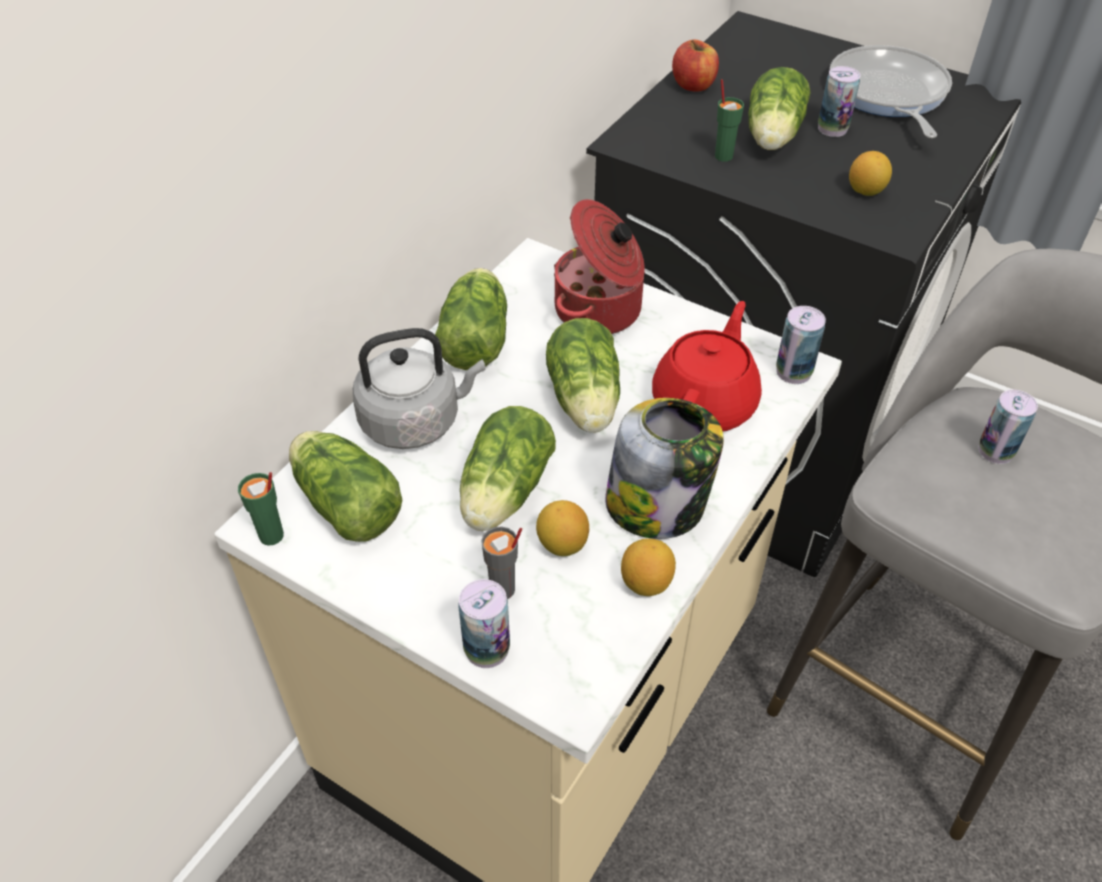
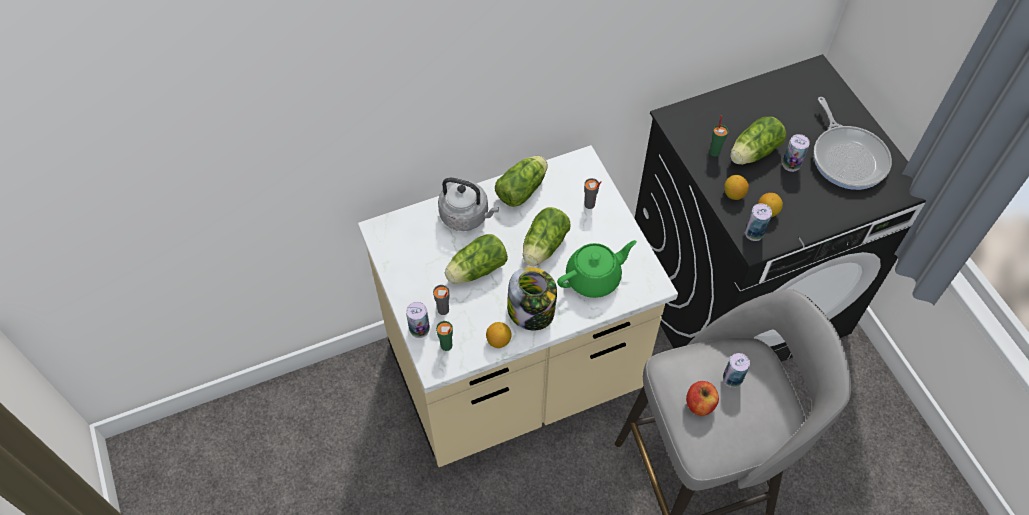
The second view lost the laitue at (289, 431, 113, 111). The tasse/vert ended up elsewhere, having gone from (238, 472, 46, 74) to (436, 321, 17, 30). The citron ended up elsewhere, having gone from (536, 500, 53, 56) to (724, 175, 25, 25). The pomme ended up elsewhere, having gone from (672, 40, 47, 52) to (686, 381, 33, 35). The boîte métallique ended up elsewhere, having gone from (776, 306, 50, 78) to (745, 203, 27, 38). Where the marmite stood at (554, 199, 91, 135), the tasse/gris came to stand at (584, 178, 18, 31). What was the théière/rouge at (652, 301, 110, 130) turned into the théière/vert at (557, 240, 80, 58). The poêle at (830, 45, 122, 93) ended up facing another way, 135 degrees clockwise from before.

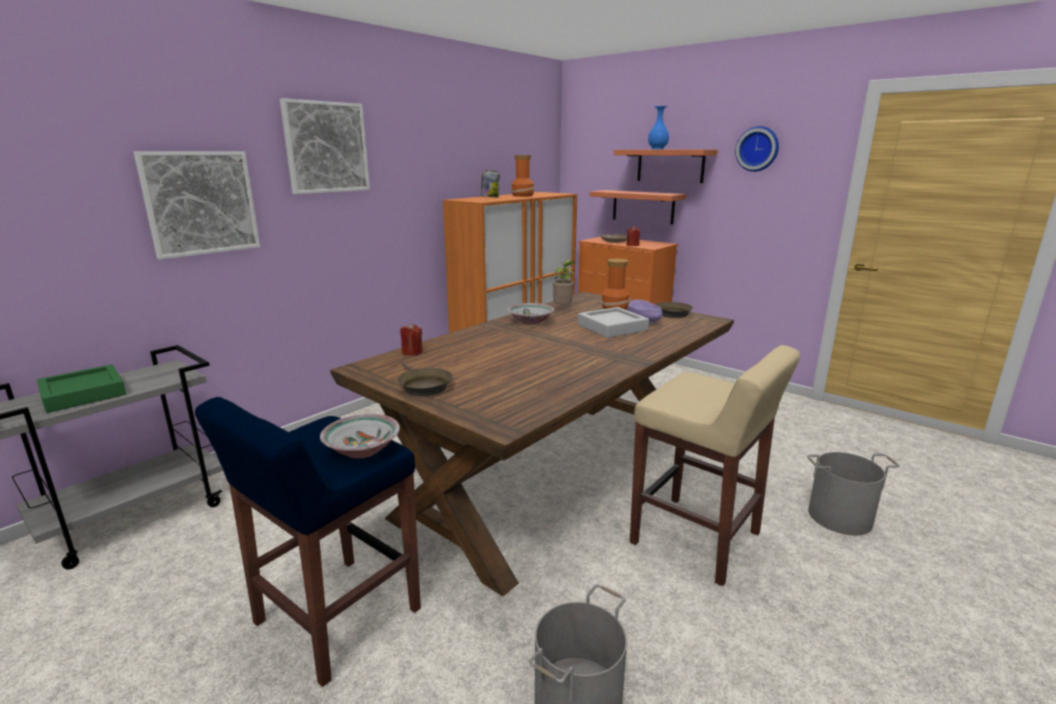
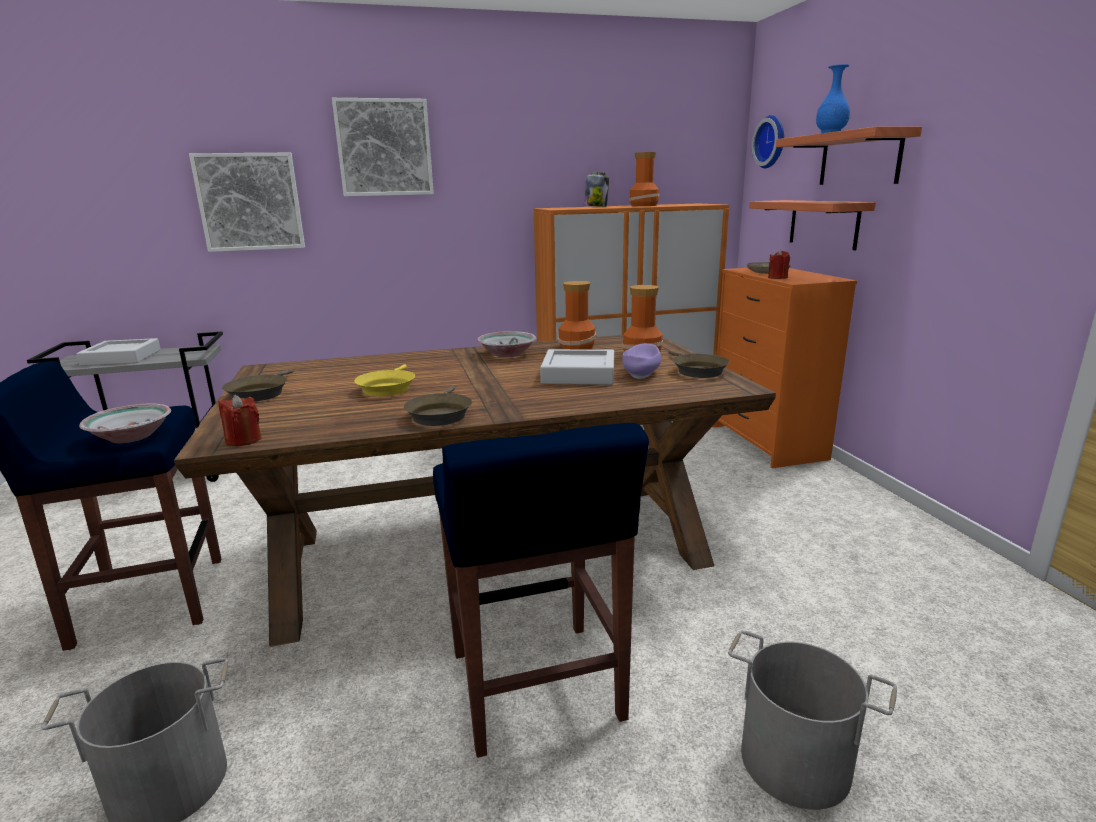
The second view gained the poêle/jaune at (354, 365, 61, 32). The second view gained the poêle/marron at (404, 386, 68, 40). The bougie/rouge ended up elsewhere, having gone from (400, 323, 23, 33) to (218, 395, 43, 51). The horloge murale ended up elsewhere, having gone from (735, 126, 44, 46) to (752, 115, 32, 53). Where the plante en pot stood at (553, 260, 22, 46), the vase came to stand at (558, 281, 38, 68). What was the plateau/vert at (37, 365, 89, 48) turned into the plateau/gris at (77, 338, 84, 28). What was the tabouret/beige at (630, 345, 170, 241) turned into the tabouret/bleu at (433, 423, 216, 335).

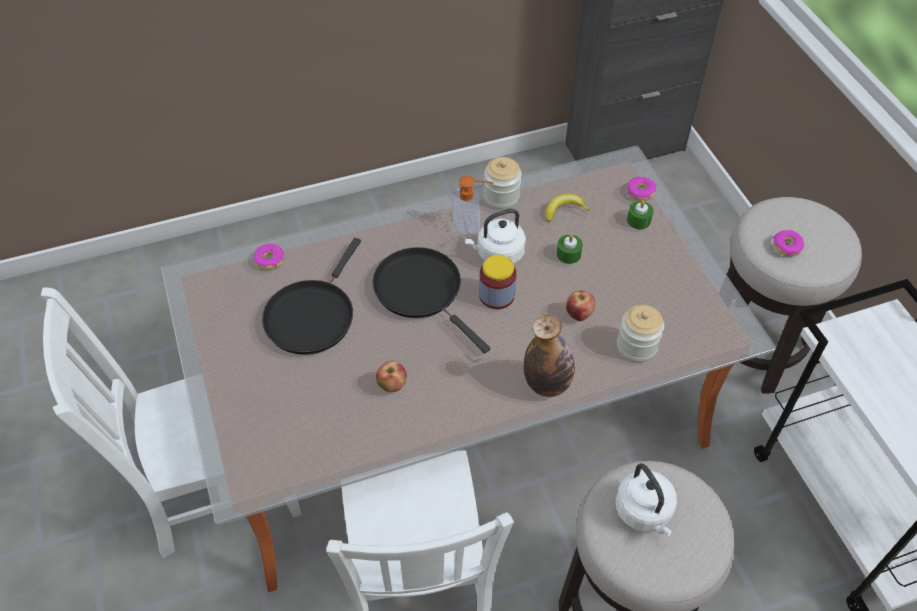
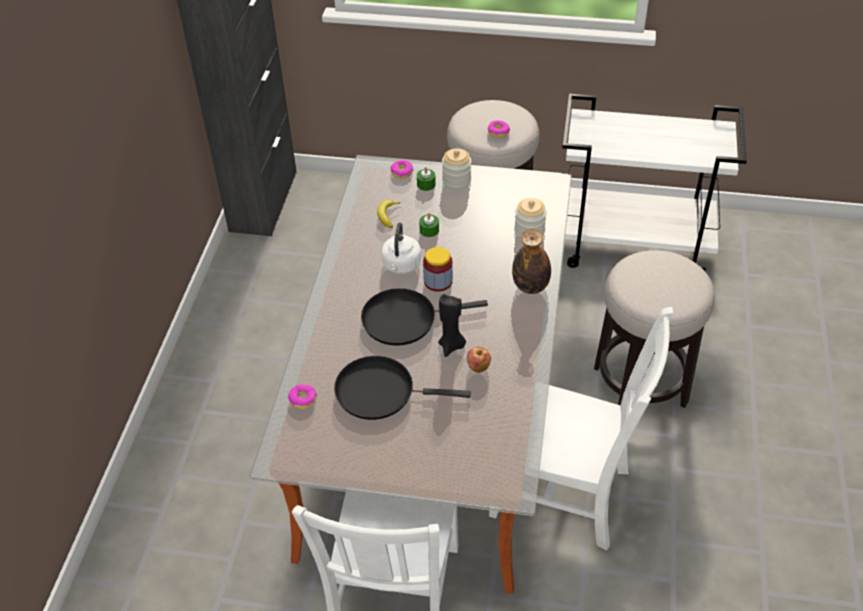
The second view lost the distributeur de savon at (452, 176, 42, 57). The second view lost the pomme at (566, 290, 29, 31). The second view lost the bouilloire/blanc at (616, 463, 61, 73). The second view gained the bougie/noir at (438, 294, 28, 63). The bocal ended up elsewhere, having gone from (483, 157, 39, 52) to (442, 148, 30, 42). The poêle/noir at (262, 238, 99, 117) ended up facing another way, 135 degrees clockwise from before.

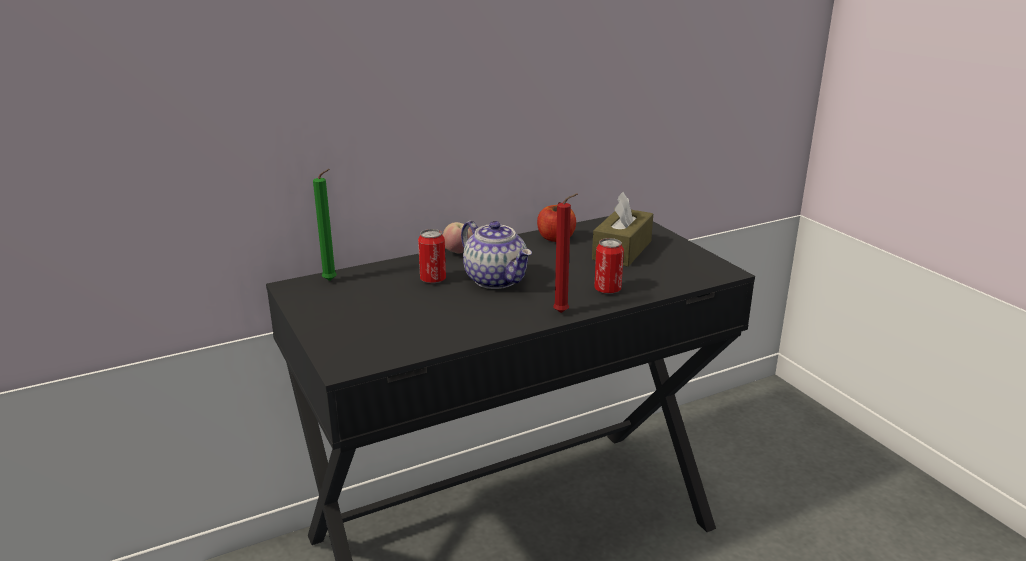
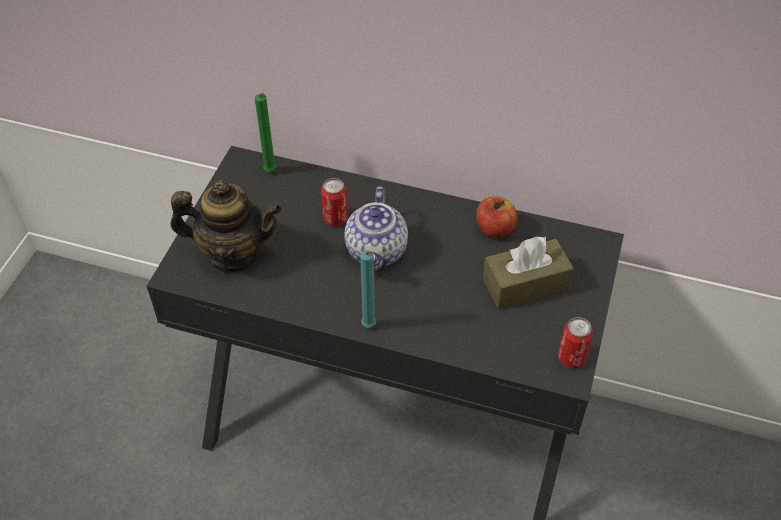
The second view lost the pomme at (443, 222, 30, 31). The second view gained the théière at (171, 180, 111, 92). The boîte métallique ended up elsewhere, having gone from (594, 238, 30, 56) to (558, 317, 35, 51). What was the bougie/rouge at (553, 193, 25, 120) turned into the bougie/turquoise at (360, 250, 16, 78).

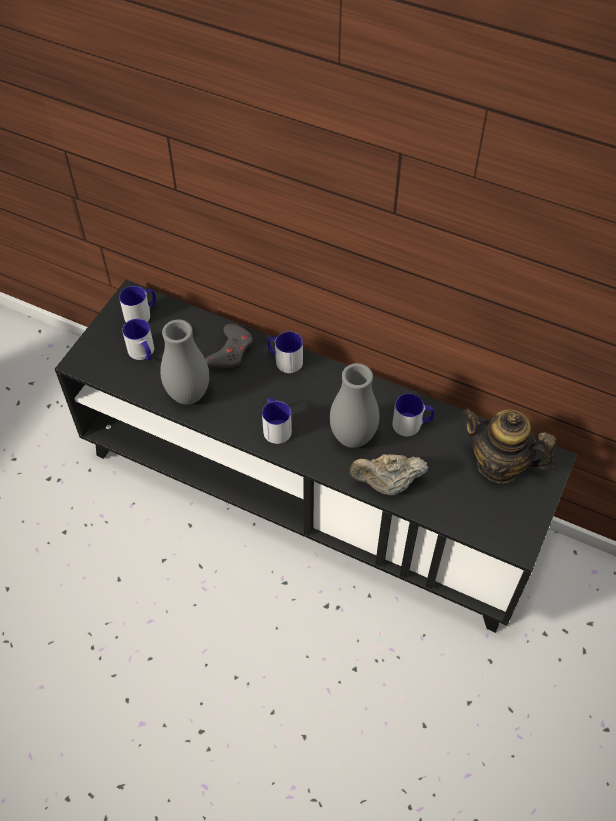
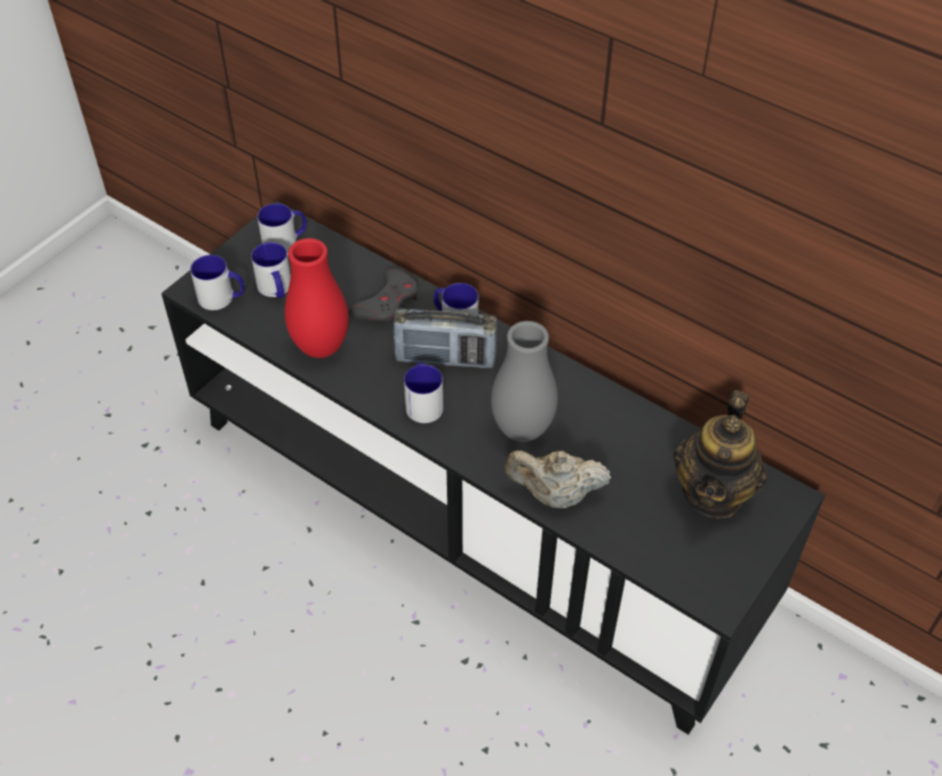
The second view gained the radio at (393, 309, 104, 59). The mug ended up elsewhere, having gone from (392, 394, 42, 42) to (190, 255, 55, 55). What was the vase/gris at (160, 320, 49, 84) turned into the vase/rouge at (285, 238, 64, 120). The théière at (463, 408, 93, 75) ended up facing another way, 105 degrees counterclockwise from before.

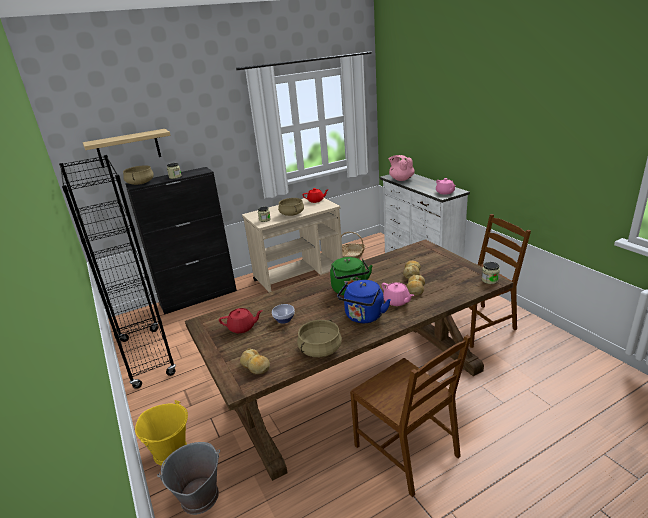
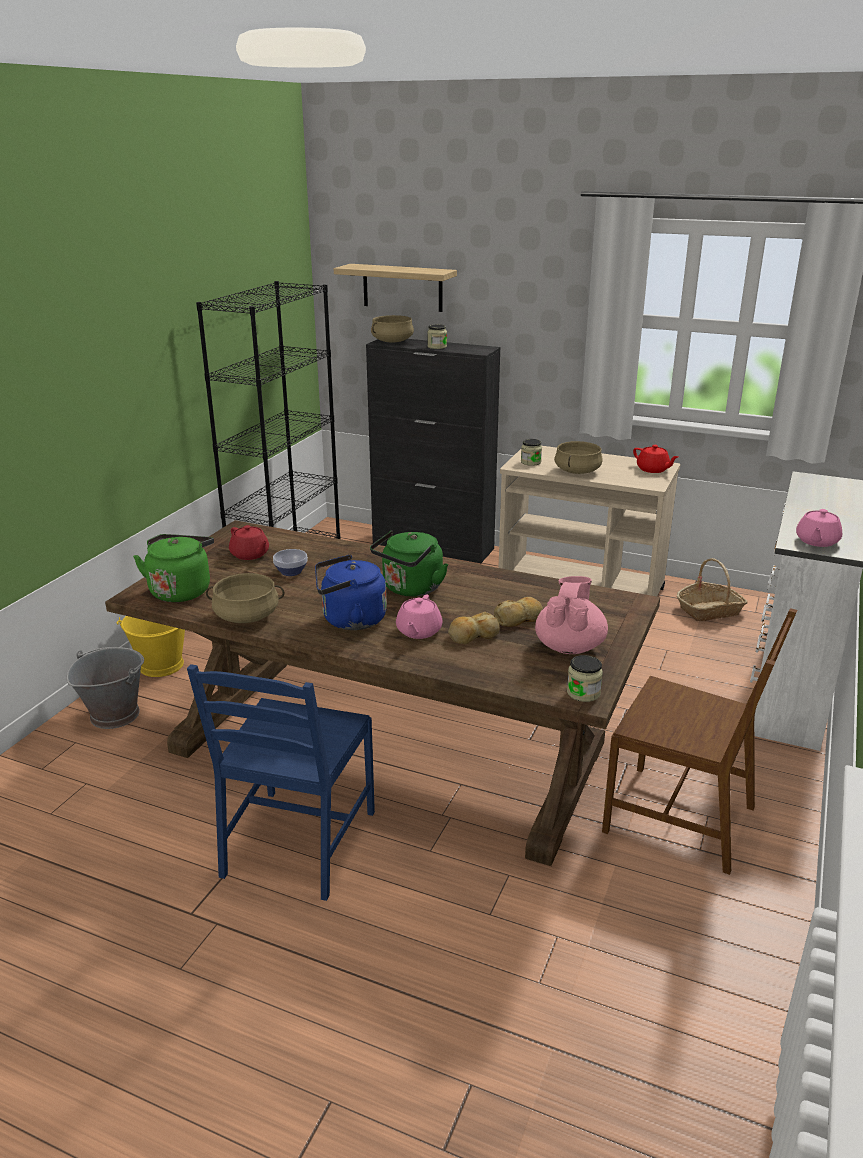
The théière/rose ended up elsewhere, having gone from (388, 155, 26, 26) to (535, 576, 73, 78). Where the pain stood at (240, 348, 30, 26), the bouilloire/vert came to stand at (133, 534, 81, 68). What was the chaise/marron at (350, 335, 121, 162) turned into the chaise/bleu at (187, 664, 188, 237).

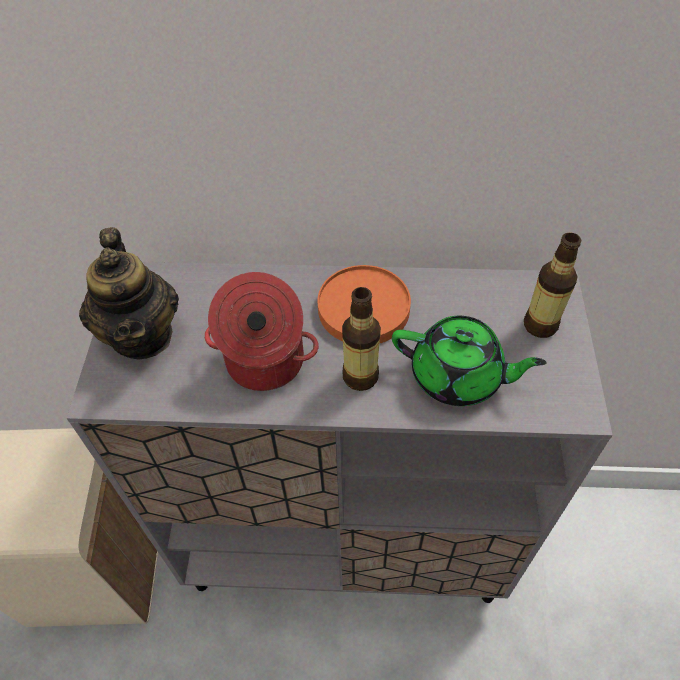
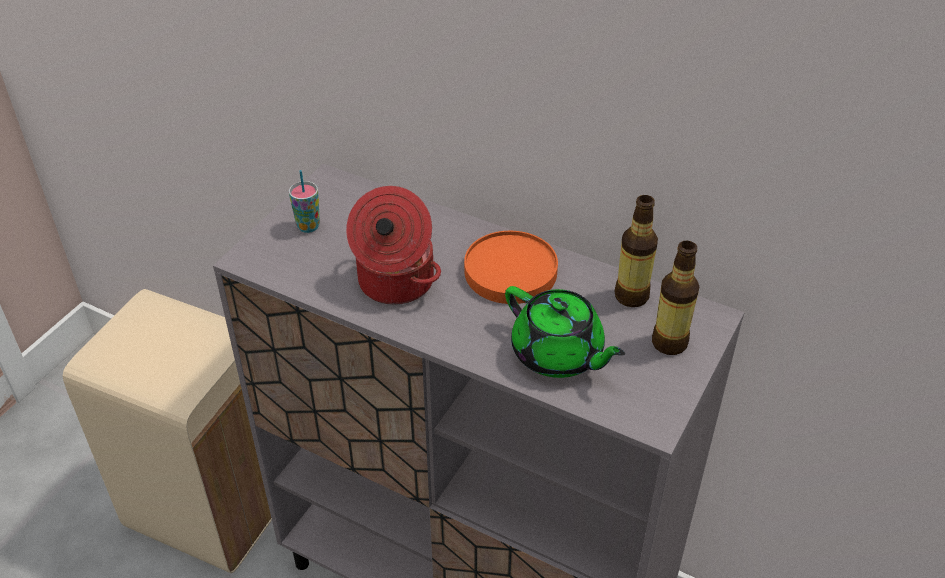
The bouteille ended up elsewhere, having gone from (342, 287, 39, 104) to (615, 195, 43, 112). Where the théière stood at (79, 227, 100, 133), the tasse came to stand at (289, 170, 31, 63).

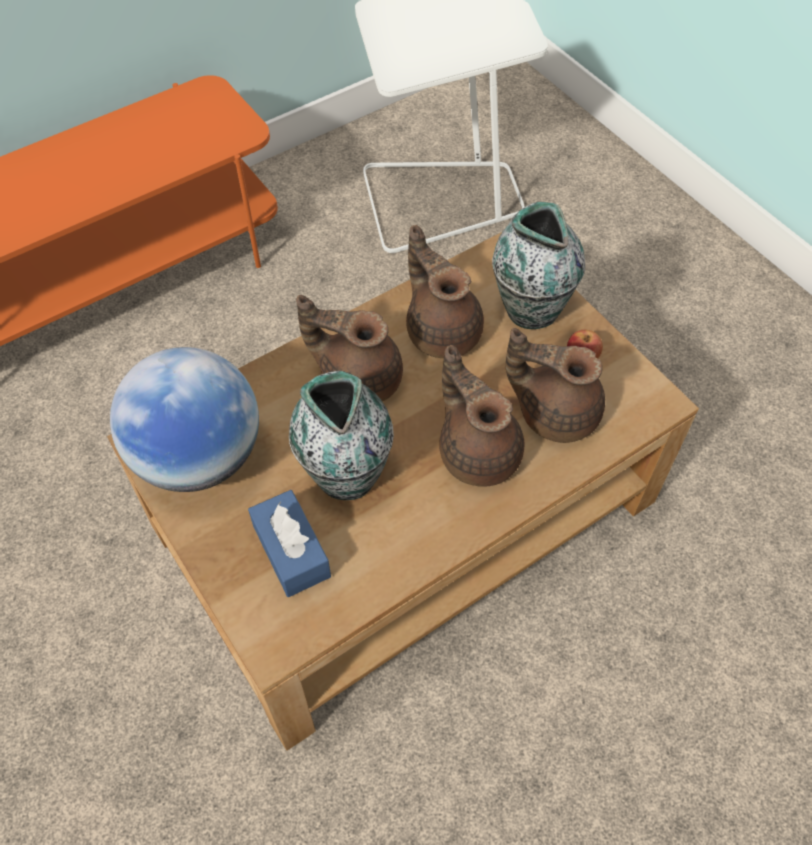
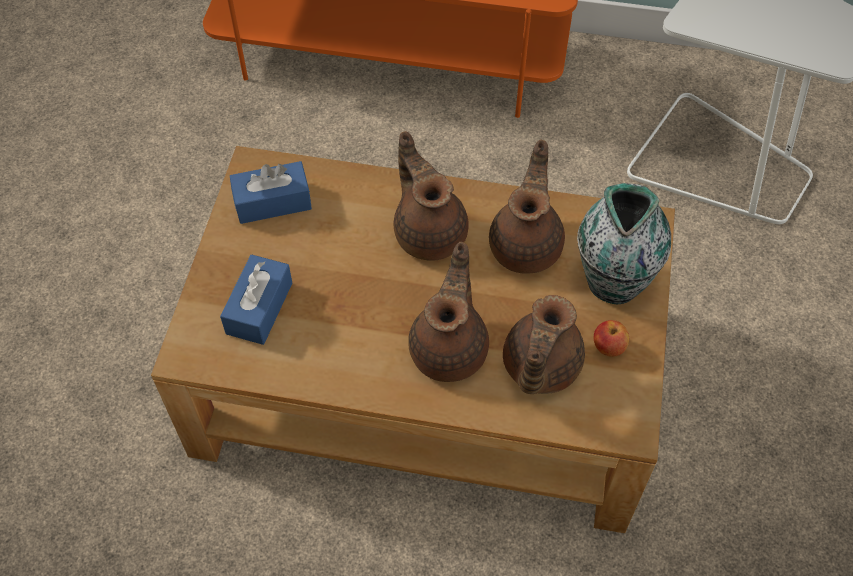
The second view lost the vase at (289, 371, 105, 129). Where the globe stood at (110, 347, 149, 145), the boîte à mouchoirs/bleu came to stand at (230, 161, 82, 63). The théière/marron at (506, 328, 99, 115) ended up facing another way, 135 degrees counterclockwise from before.

